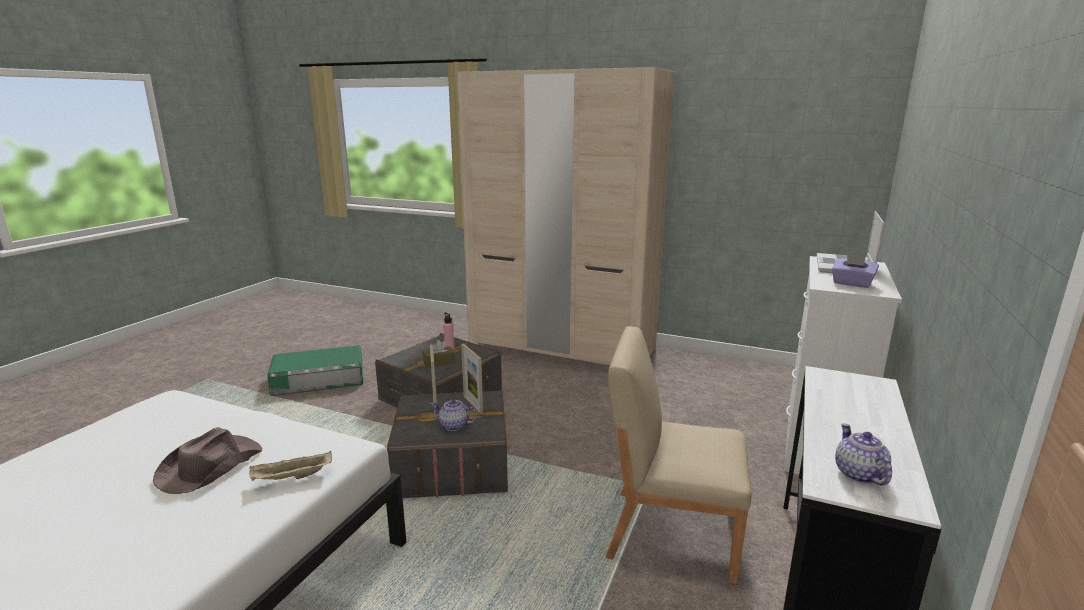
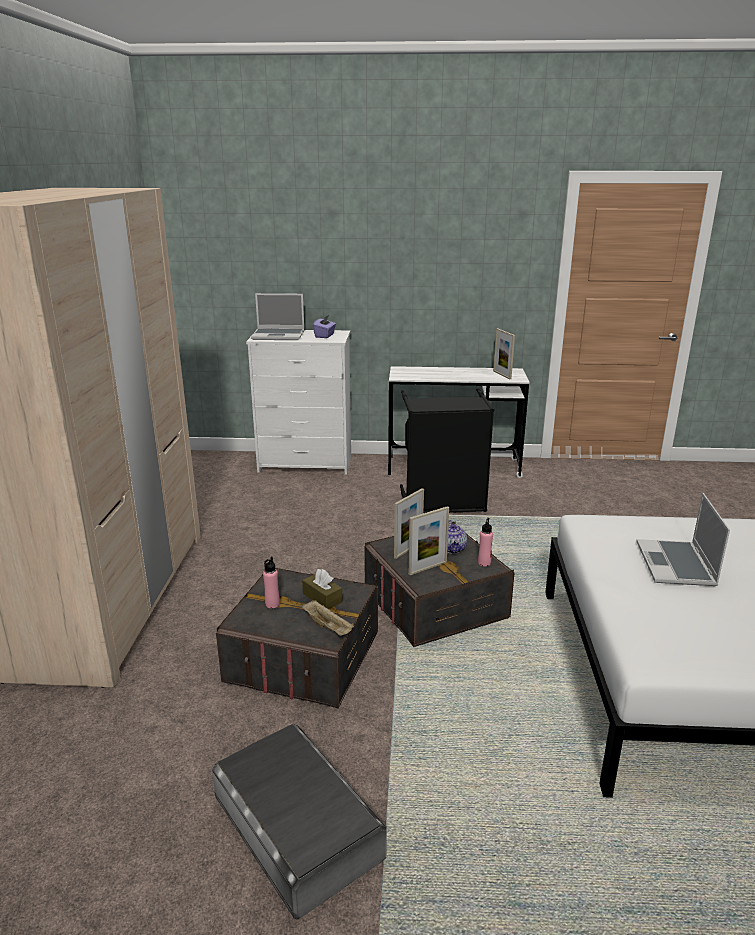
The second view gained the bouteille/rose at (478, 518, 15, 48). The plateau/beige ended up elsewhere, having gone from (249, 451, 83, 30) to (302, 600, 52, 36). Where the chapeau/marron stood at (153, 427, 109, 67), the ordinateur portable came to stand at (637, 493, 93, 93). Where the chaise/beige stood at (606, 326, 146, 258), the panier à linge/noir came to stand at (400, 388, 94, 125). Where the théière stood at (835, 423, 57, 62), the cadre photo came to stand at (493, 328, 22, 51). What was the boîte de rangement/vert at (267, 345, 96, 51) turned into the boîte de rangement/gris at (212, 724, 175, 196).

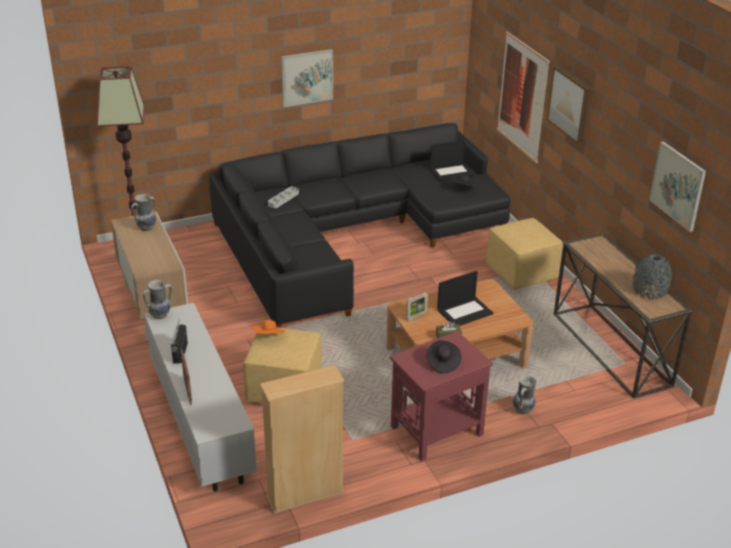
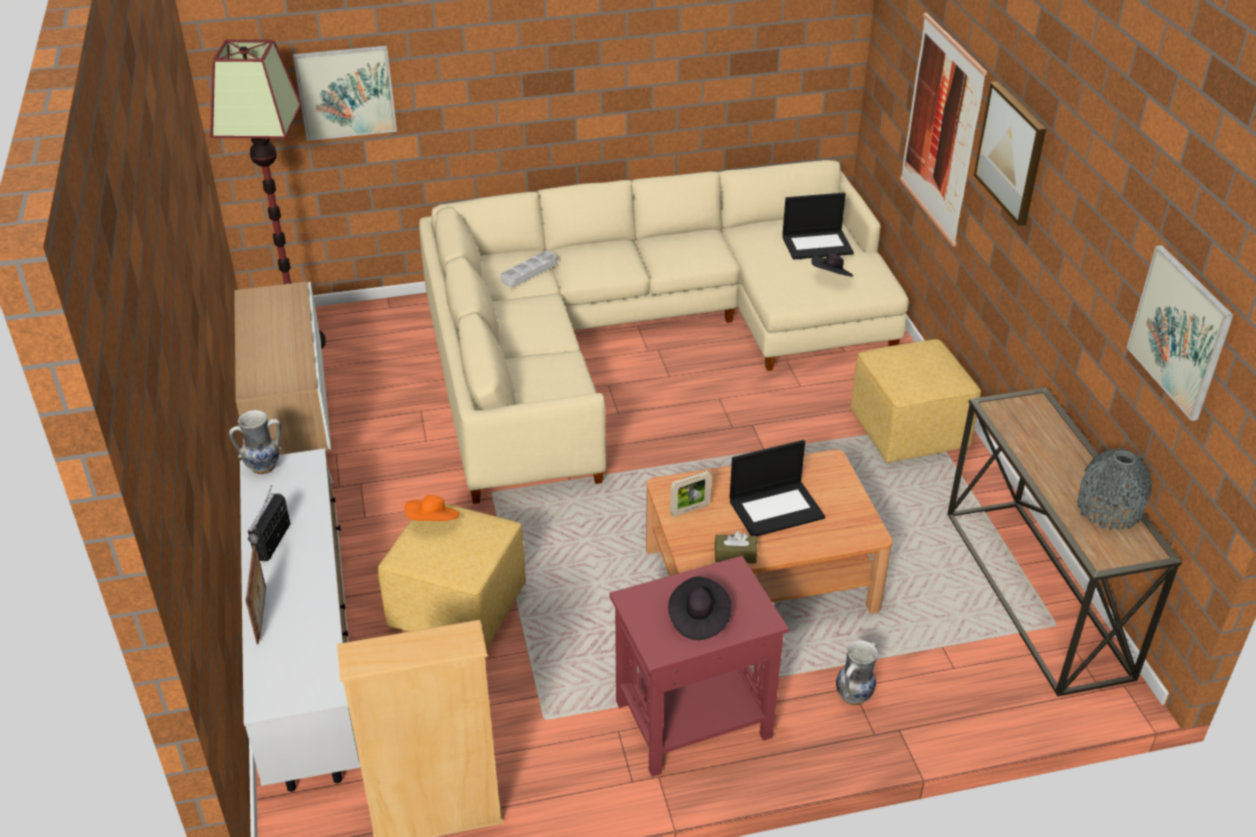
The second view lost the vase at (131, 194, 25, 37). The tableau ended up elsewhere, having gone from (281, 49, 52, 58) to (293, 46, 104, 95). What was the canapé/noir at (209, 123, 302, 205) turned into the canapé/beige at (419, 160, 490, 344).

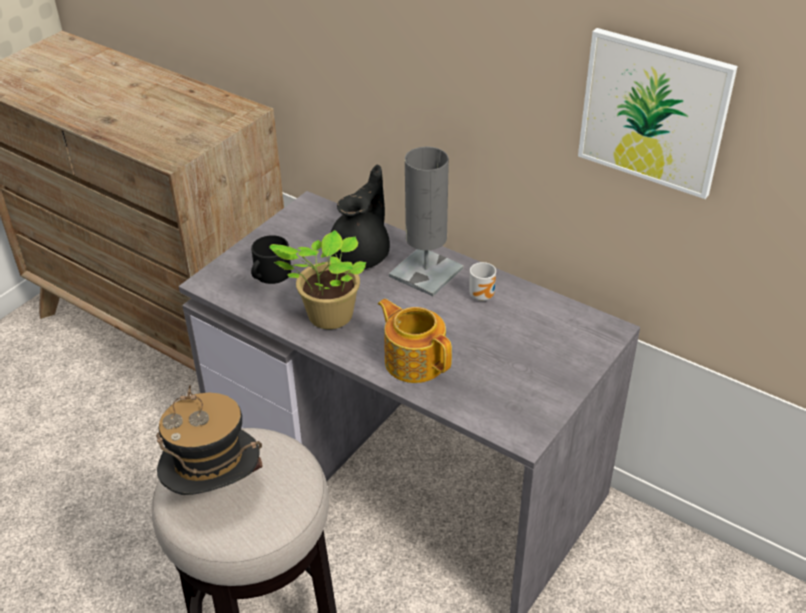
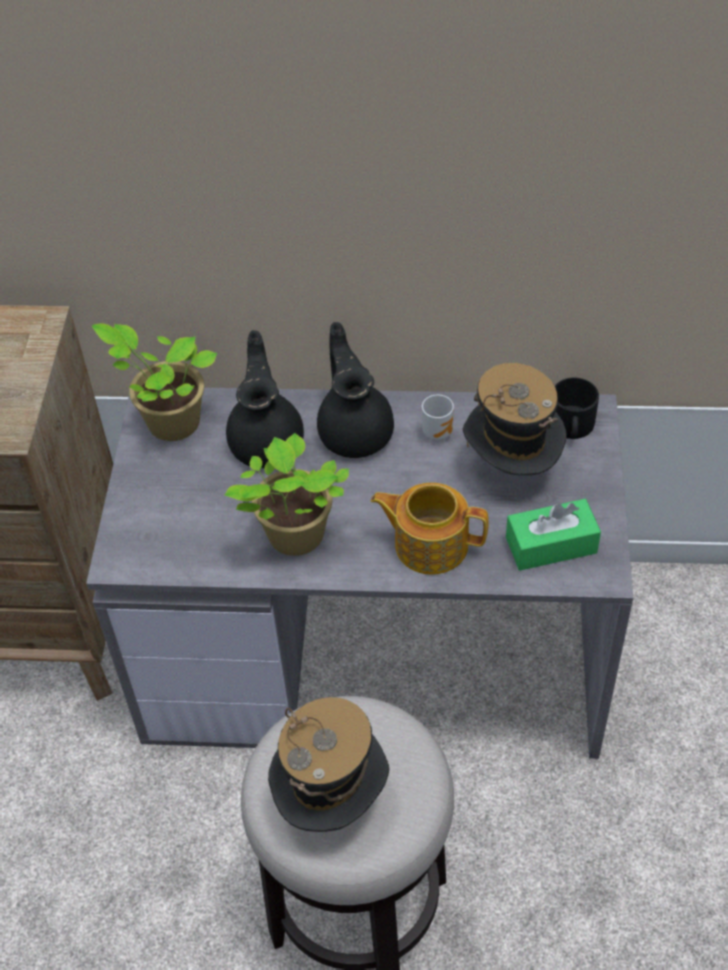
The second view lost the tableau at (578, 28, 160, 171). The second view gained the plante en pot at (92, 323, 126, 118). The second view gained the chapeau at (463, 363, 104, 112). The second view gained the boîte à mouchoirs/vert at (506, 499, 95, 72). The mug/noir ended up elsewhere, having gone from (251, 235, 40, 49) to (555, 378, 44, 61). Where the lampe de table/gris stood at (389, 147, 74, 149), the théière/noir came to stand at (317, 322, 77, 136).

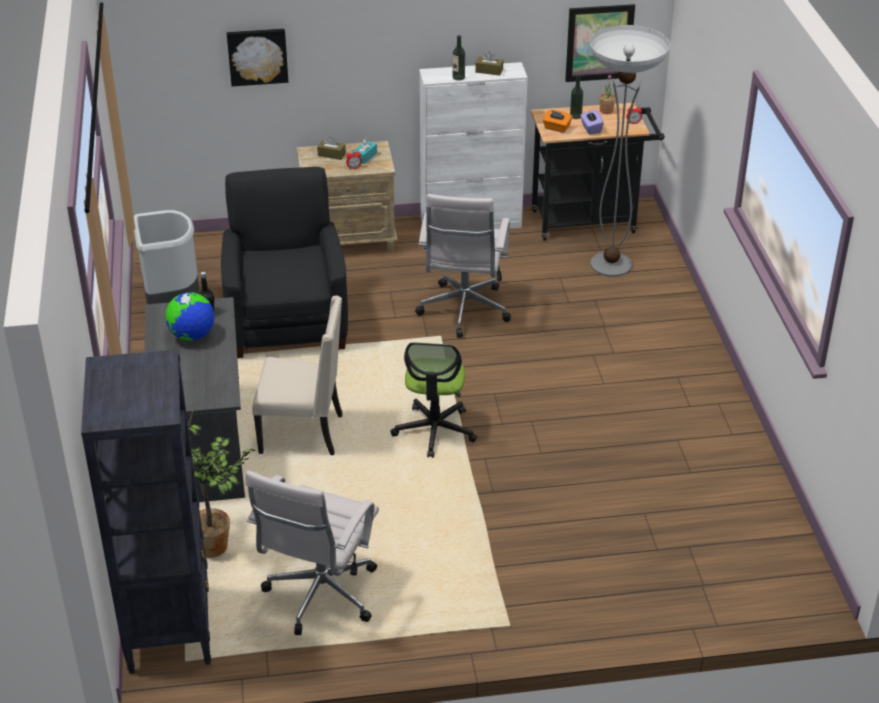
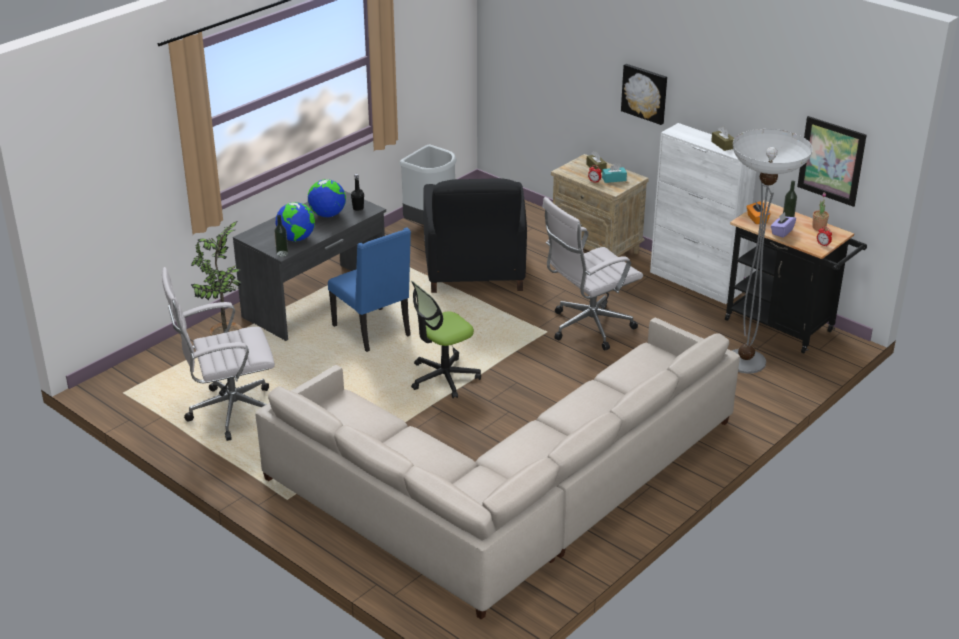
The second view lost the bibliothèque/noir at (81, 349, 130, 324). The second view gained the canapé/beige at (255, 318, 485, 302). The second view gained the globe at (276, 202, 39, 40). The tableau ended up elsewhere, having gone from (227, 29, 61, 57) to (621, 64, 46, 61). The bouteille ended up elsewhere, having gone from (453, 35, 12, 46) to (274, 215, 14, 42). What was the chaise/beige at (252, 296, 90, 159) turned into the chaise/bleu at (328, 227, 83, 125). The fauteuil/noir at (221, 167, 127, 191) ended up facing another way, 135 degrees clockwise from before.

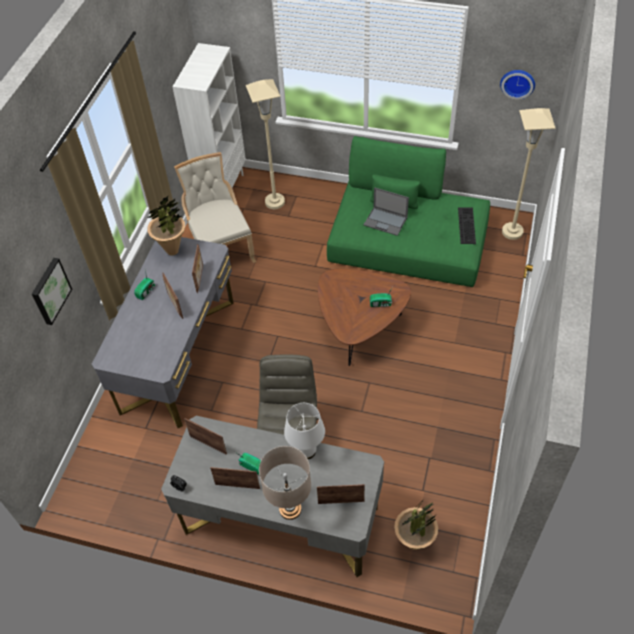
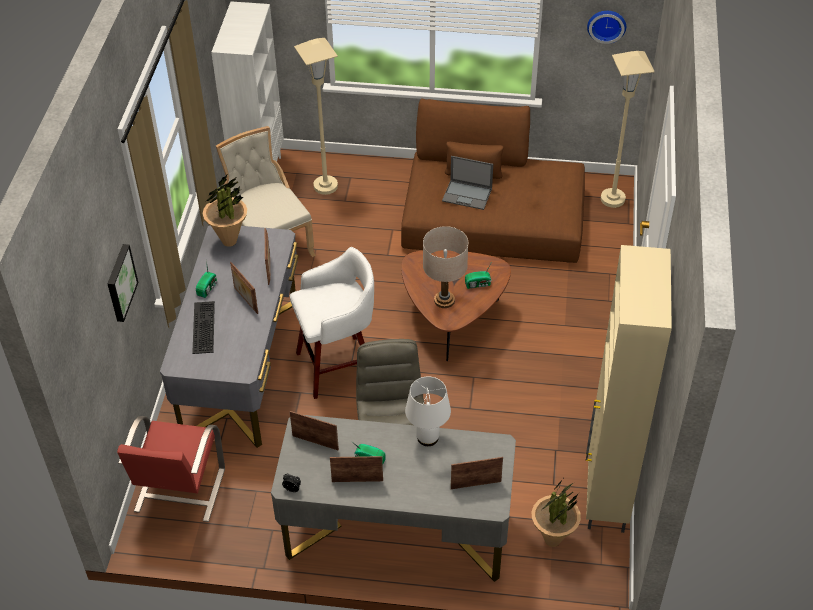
The second view gained the chaise/rouge at (117, 416, 108, 106). The second view gained the tabouret/blanc at (290, 247, 84, 152). The second view gained the meuble de rangement/beige at (586, 245, 86, 288). The lampe de table/beige ended up elsewhere, having gone from (259, 446, 52, 74) to (423, 226, 45, 82). The clavier ended up elsewhere, having gone from (458, 207, 18, 37) to (192, 301, 23, 53). What was the canapé/vert at (327, 136, 163, 151) turned into the canapé/marron at (401, 98, 184, 165).

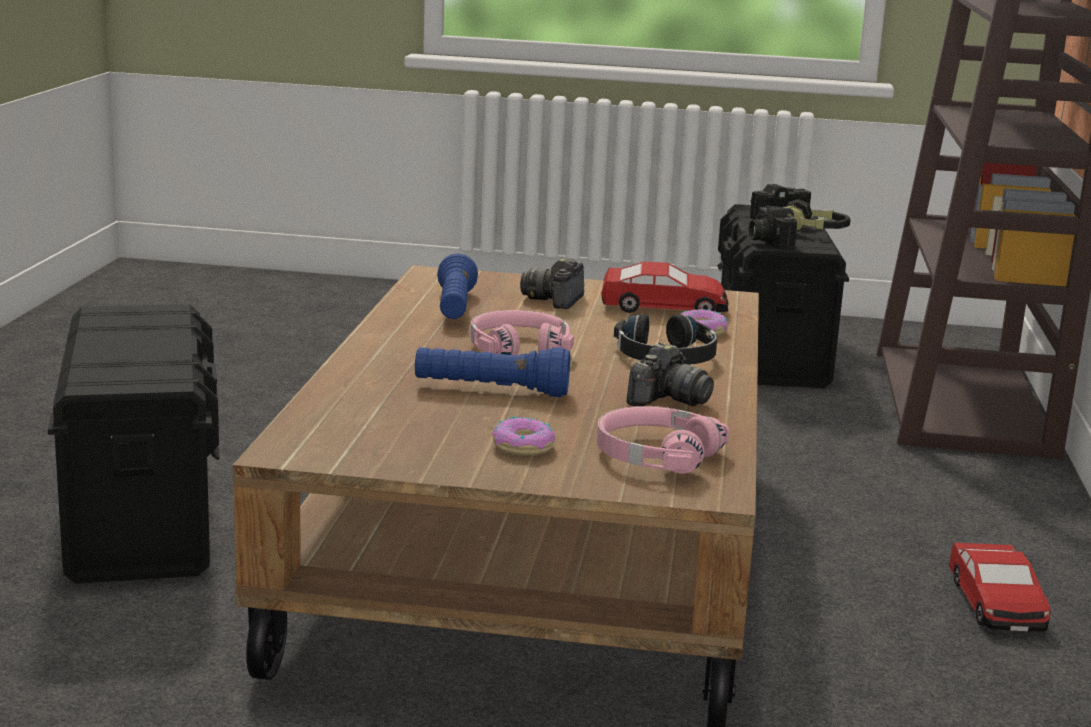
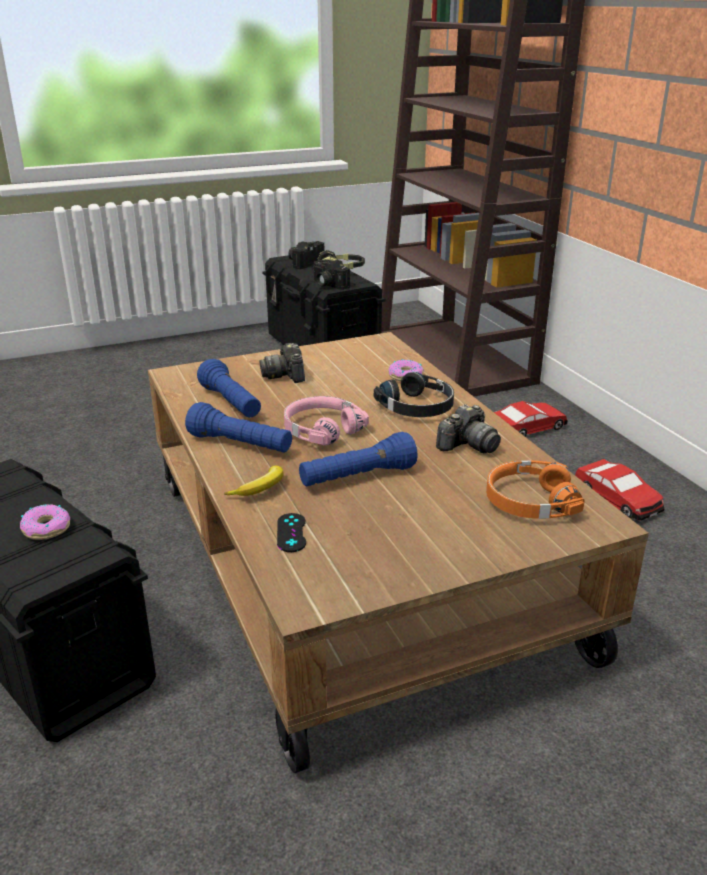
The second view gained the lampe de poche/bleu at (185, 402, 107, 50). The second view gained the banane at (224, 466, 60, 30). The second view gained the manette/noir at (277, 513, 29, 39). The beignet ended up elsewhere, having gone from (492, 416, 63, 40) to (20, 504, 50, 36). The petite voiture ended up elsewhere, having gone from (601, 262, 128, 51) to (494, 401, 74, 36). What was the casque audio/rose at (597, 406, 132, 68) turned into the casque audio/orange at (486, 460, 99, 59). The appareil photo at (627, 342, 87, 64) ended up facing another way, 45 degrees clockwise from before.

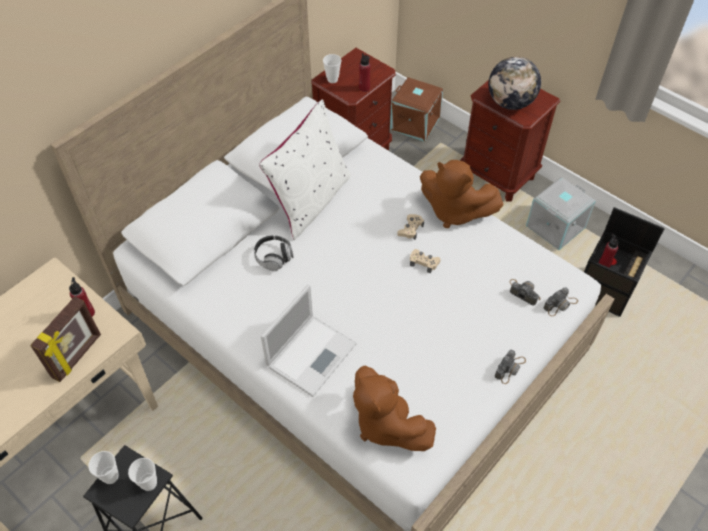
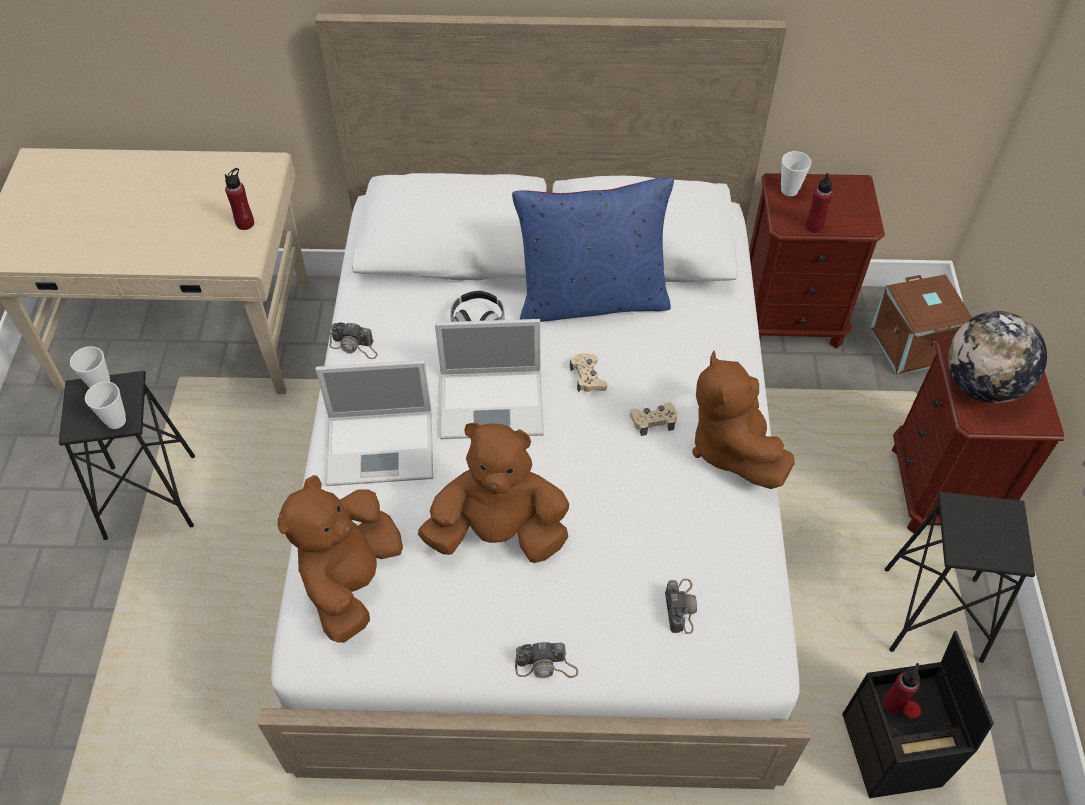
The second view lost the cadre photo at (30, 296, 71, 86). The second view gained the peluche/marron at (418, 422, 151, 141). The second view gained the ordinateur portable at (435, 319, 109, 120). The manette/beige ended up elsewhere, having gone from (410, 249, 30, 25) to (570, 353, 37, 39). The appareil photo ended up elsewhere, having gone from (543, 287, 35, 29) to (330, 322, 48, 37). Where the boîte de rangement/gris stood at (526, 177, 70, 73), the tabouret/noir came to stand at (885, 492, 150, 171). What was the coussin/blanc at (259, 100, 92, 140) turned into the coussin/bleu at (512, 177, 162, 145).

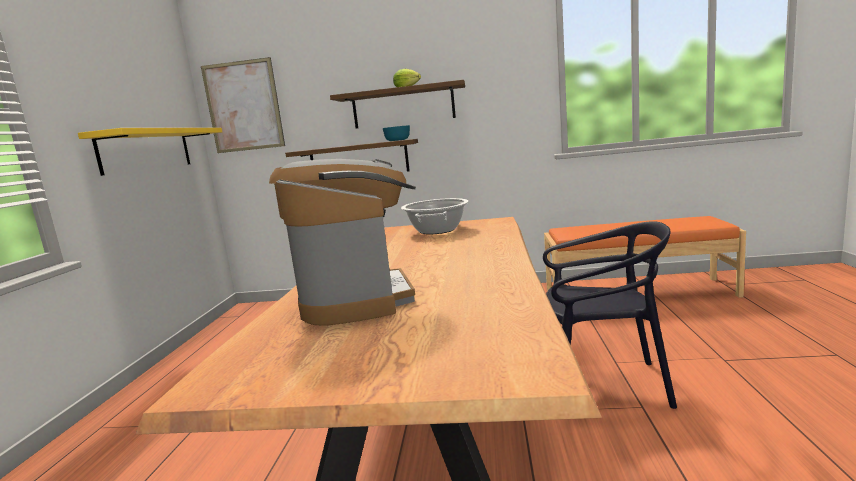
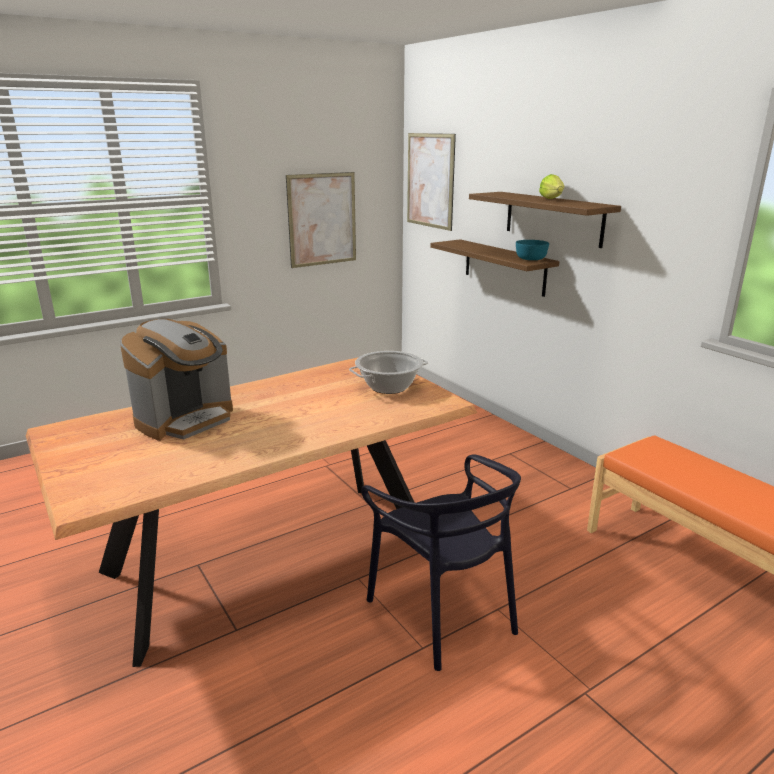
Where the étagère/jaune hung at (78, 128, 144, 48), the tableau came to hang at (286, 172, 70, 96).

